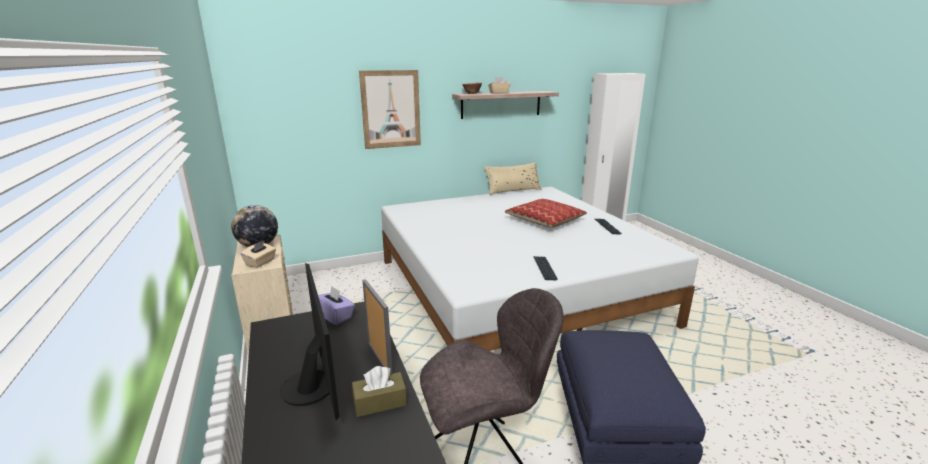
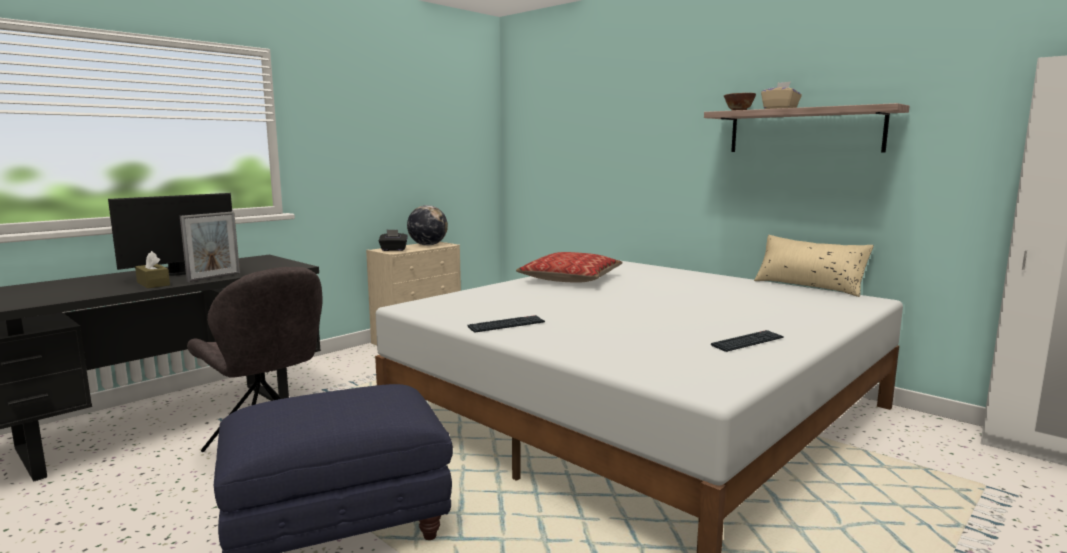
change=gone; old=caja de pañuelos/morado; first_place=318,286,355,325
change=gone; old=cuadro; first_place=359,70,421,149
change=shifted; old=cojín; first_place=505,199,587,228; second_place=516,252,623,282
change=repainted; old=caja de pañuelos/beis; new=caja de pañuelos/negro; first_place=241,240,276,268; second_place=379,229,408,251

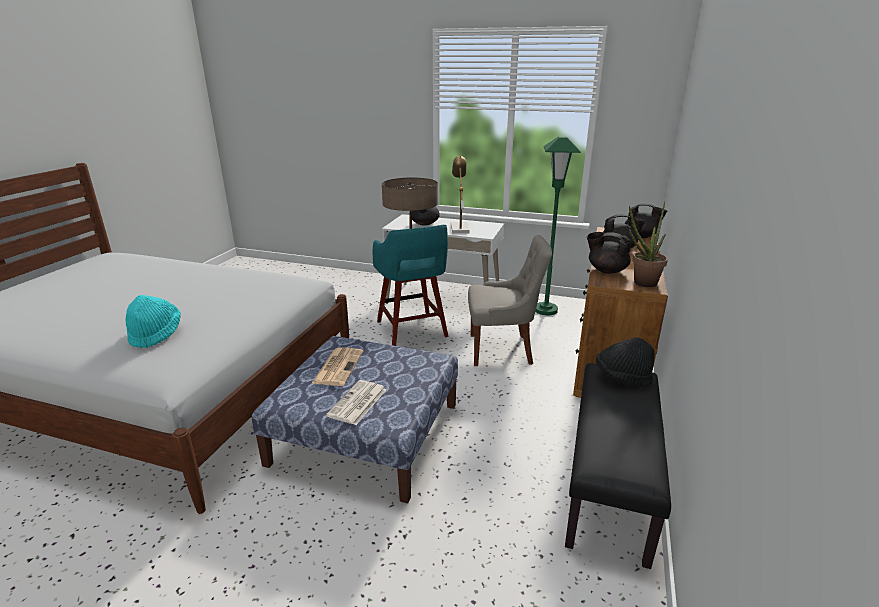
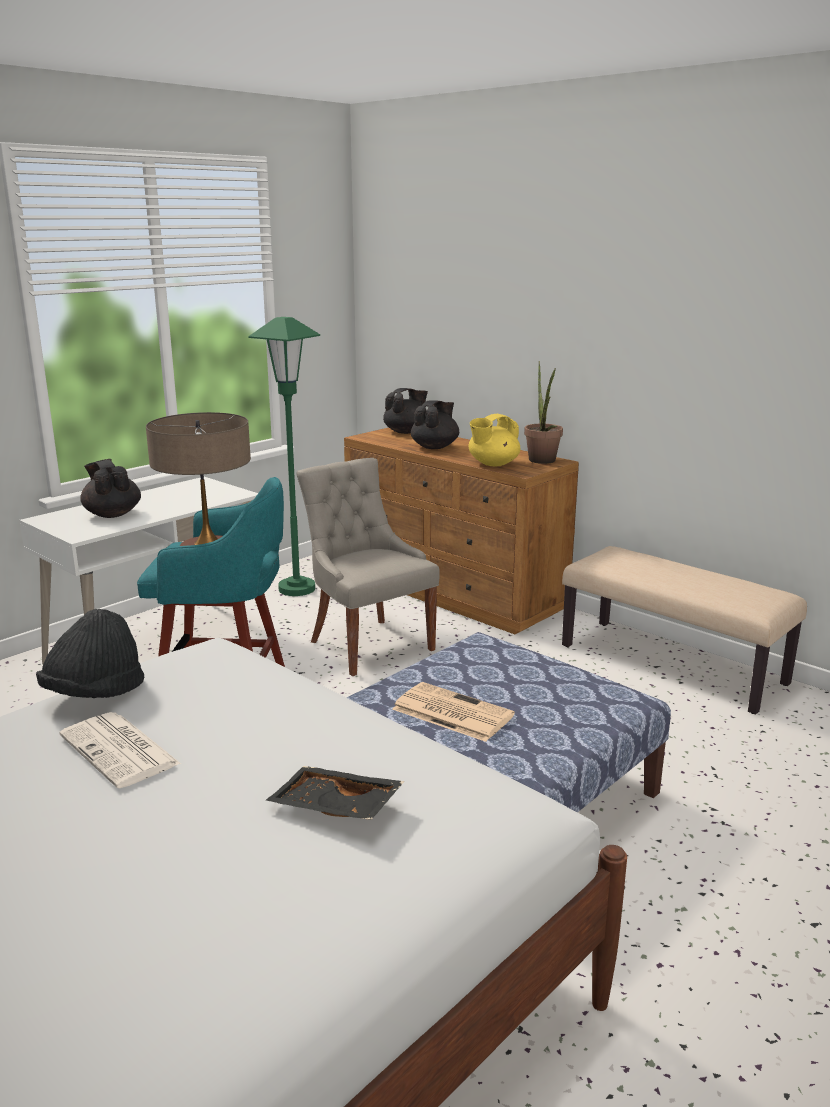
change=gone; old=lámpara de mesa; first_place=451,155,470,234
change=shifted; old=periódico; first_place=326,380,387,425; second_place=59,712,181,789
change=shifted; old=sombrero/negro; first_place=596,337,654,387; second_place=36,609,144,698
change=swapped; old=sombrero/turquesa; new=bandeja/negro; first_place=126,295,181,348; second_place=266,766,405,820
change=repainted; old=banco/negro; new=banco/beis; first_place=565,363,671,569; second_place=562,546,807,714
change=repainted; old=tetera/negro; new=tetera/amarillo; first_place=587,232,631,274; second_place=469,414,520,466
change=rotated; old=silla/gris; first_place=468,235,552,366; second_place=296,458,440,676; degrees=-60

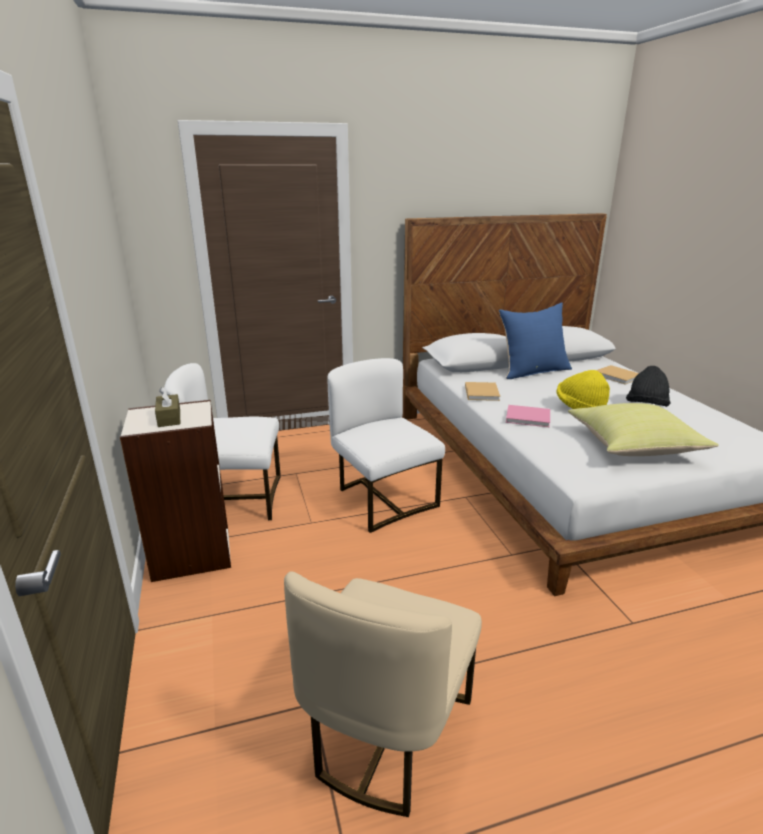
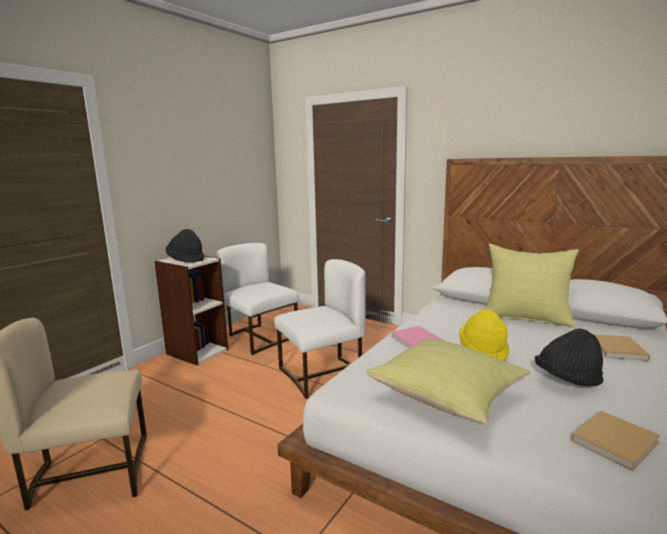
change=shifted; old=libro/beis; first_place=465,382,500,401; second_place=571,411,661,471
change=swapped; old=caja de pañuelos/marrón; new=sombrero/negro; first_place=155,387,180,427; second_place=166,229,205,263
change=repainted; old=cojín/azul; new=cojín/amarillo; first_place=499,302,572,379; second_place=483,244,579,328
change=rotated; old=silla/blanco; first_place=327,358,445,533; second_place=274,259,366,399; degrees=45

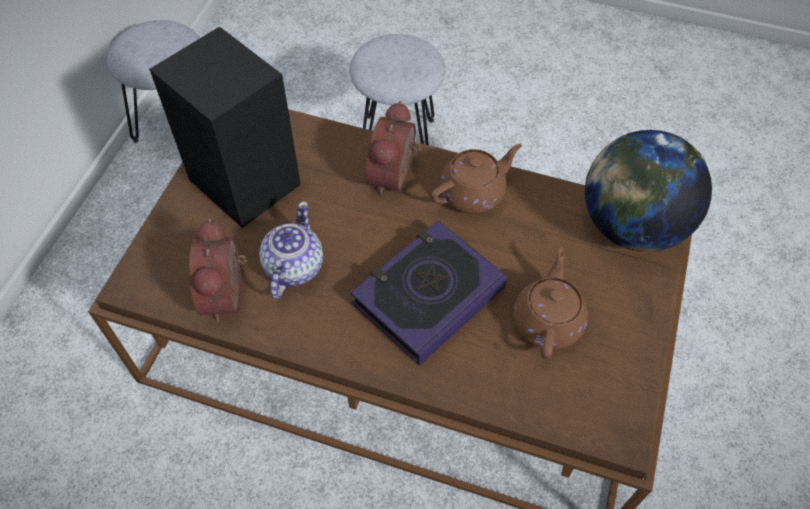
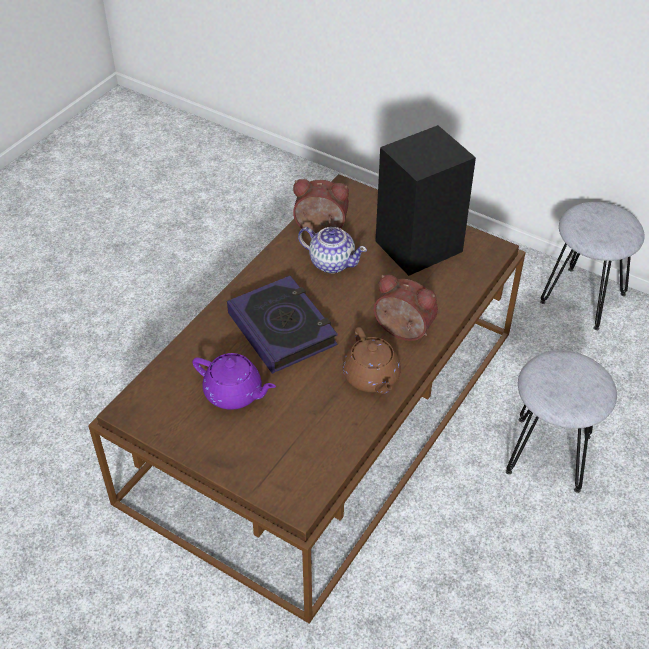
change=gone; old=globo terráqueo; first_place=585,130,712,252
change=repainted; old=tetera/marrón; new=tetera/morado; first_place=513,247,588,359; second_place=192,353,276,410

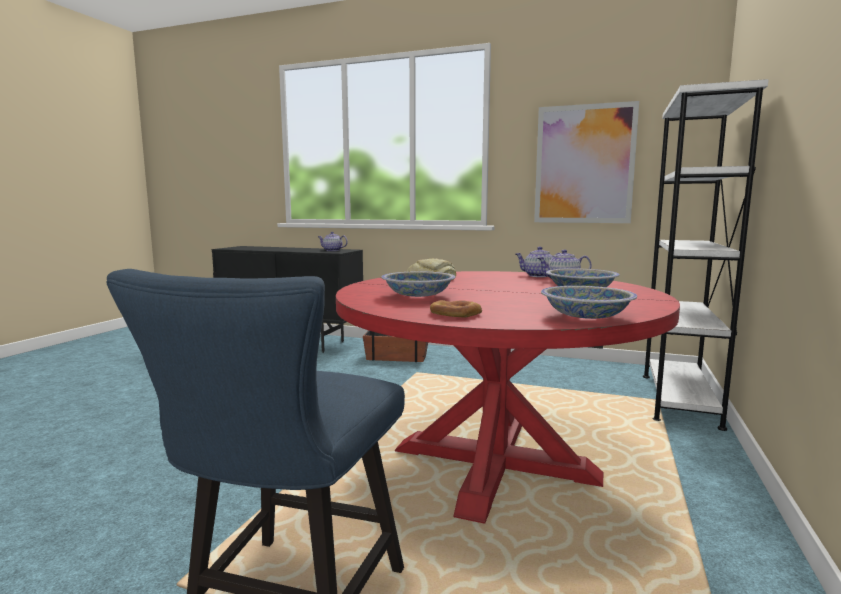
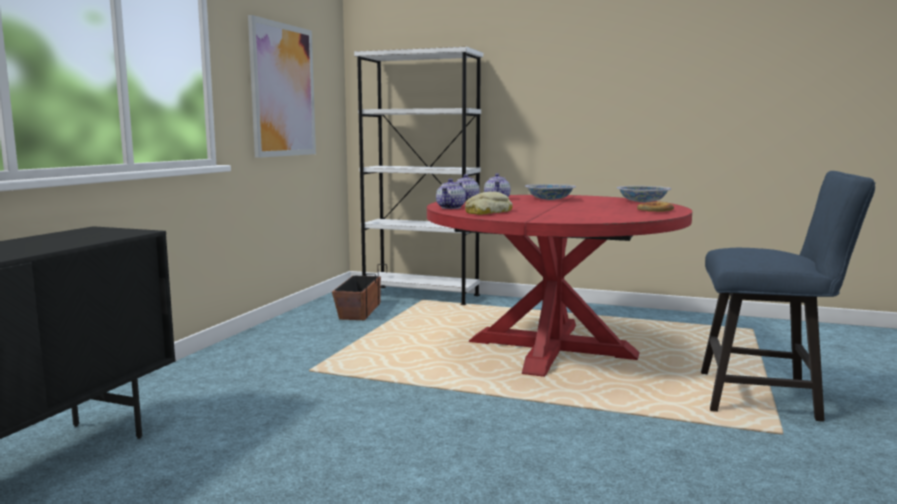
change=gone; old=cuenco; first_place=381,271,455,297
change=shifted; old=tetera; first_place=318,232,348,251; second_place=436,179,466,209
change=shifted; old=maceta; first_place=363,330,428,362; second_place=332,264,387,320

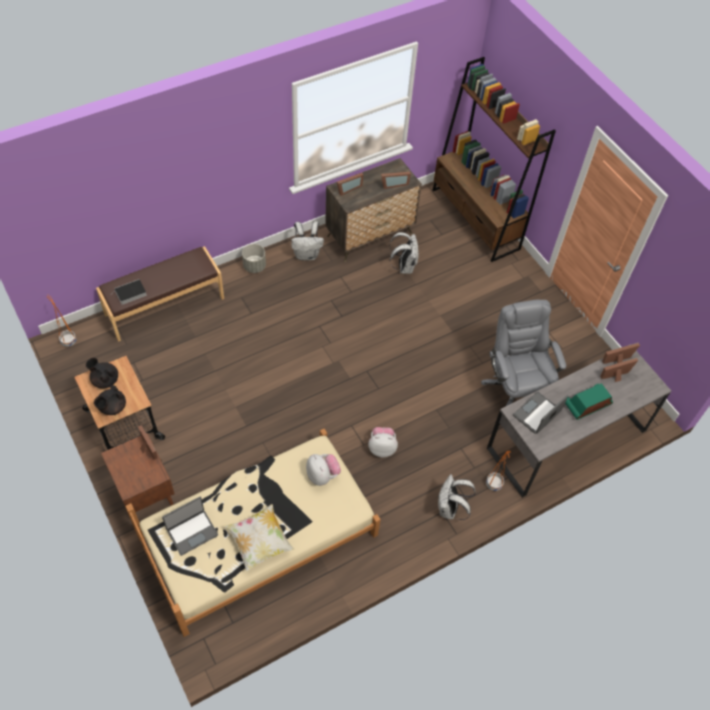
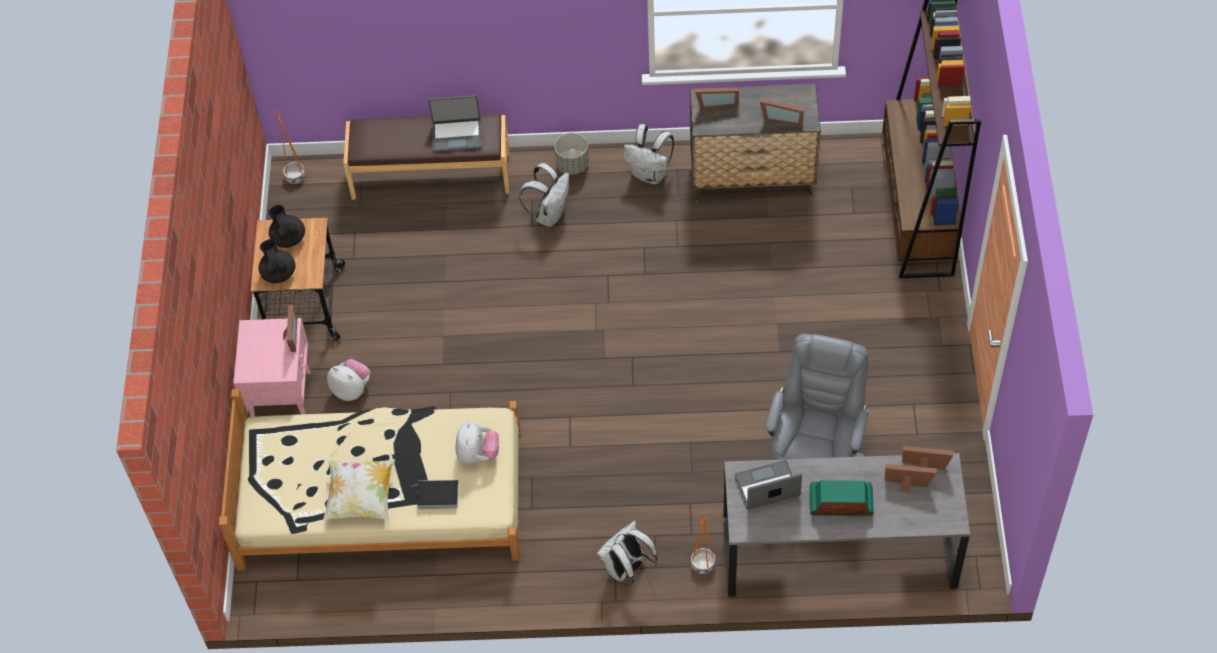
change=shifted; old=libro; first_place=111,279,147,305; second_place=411,480,459,509
change=shifted; old=portátil; first_place=162,497,218,556; second_place=429,95,482,152
change=shifted; old=peluche; first_place=368,427,398,458; second_place=327,359,371,401
change=shifted; old=mochila/blanco; first_place=389,232,419,274; second_place=519,163,569,227
change=repainted; old=mesita de noche/marrón; new=mesita de noche/rosa; first_place=101,433,174,515; second_place=233,318,311,417
change=rotated; old=tetera/negro; first_place=94,385,126,415; second_place=259,239,295,283; degrees=90

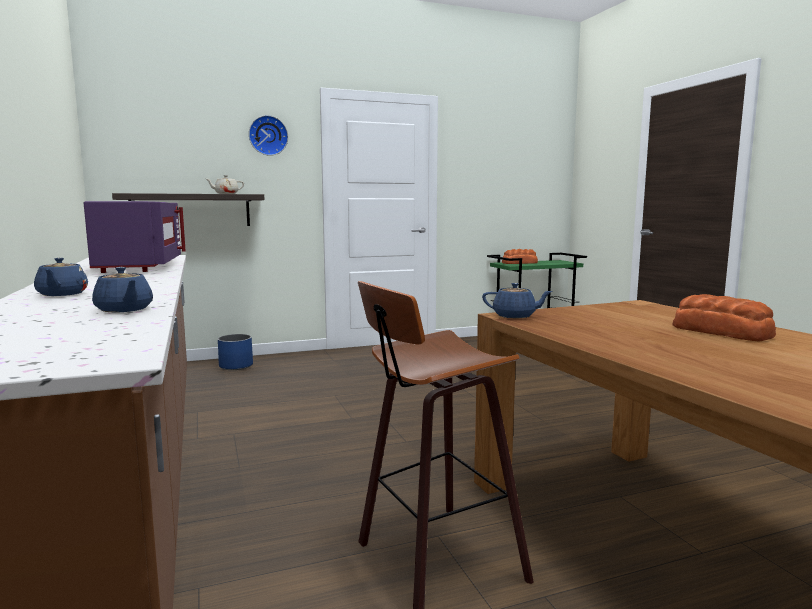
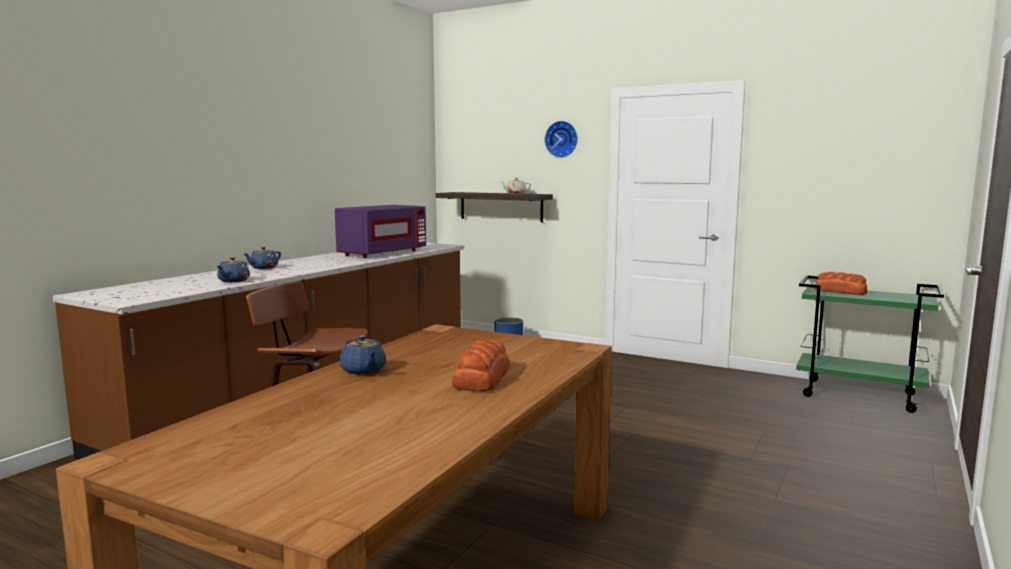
change=shifted; old=tetera/azul; first_place=482,283,553,318; second_place=339,335,386,375

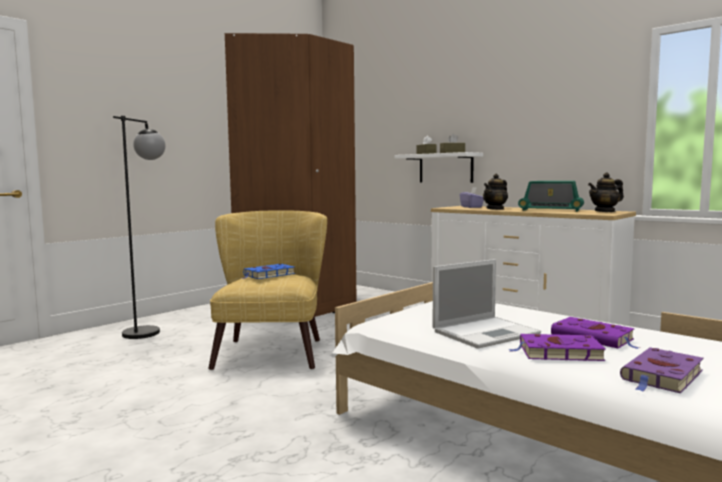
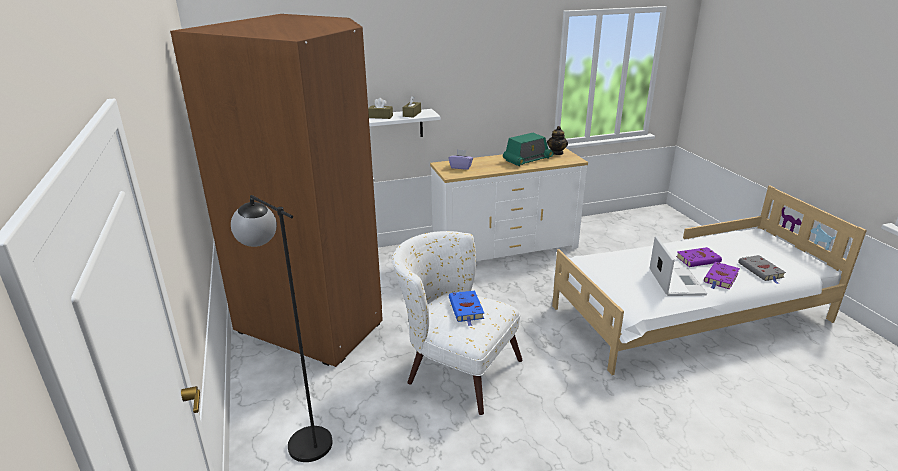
change=gone; old=tetera; first_place=483,174,508,210
change=repainted; old=sillón/amarillo; new=sillón/blanco; first_place=208,210,327,370; second_place=392,231,522,415
change=repainted; old=libro/morado; new=libro/gris; first_place=620,347,704,394; second_place=738,255,786,284

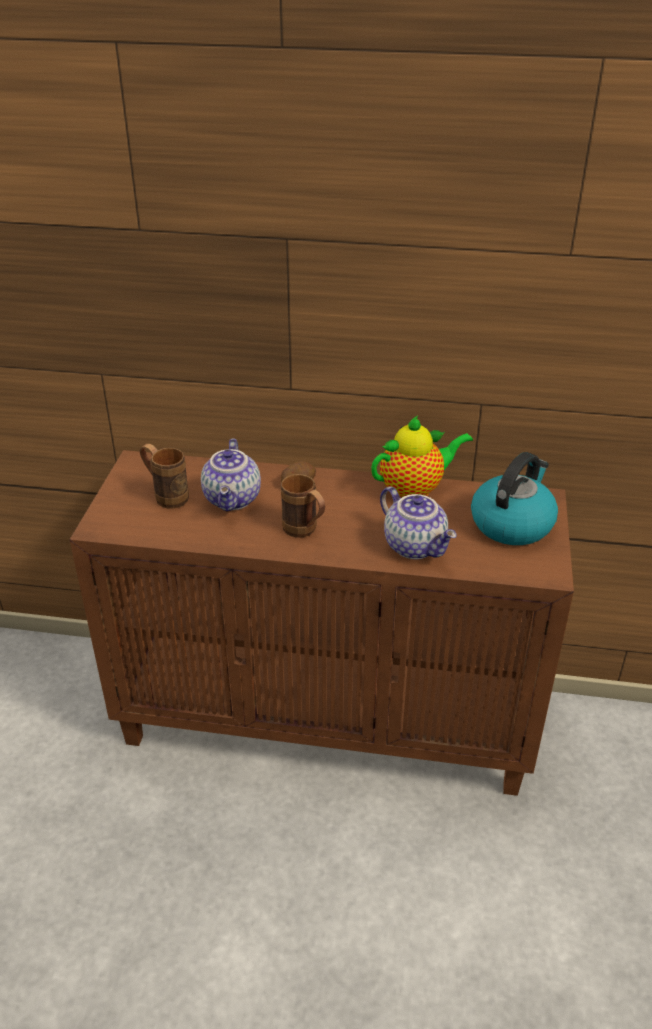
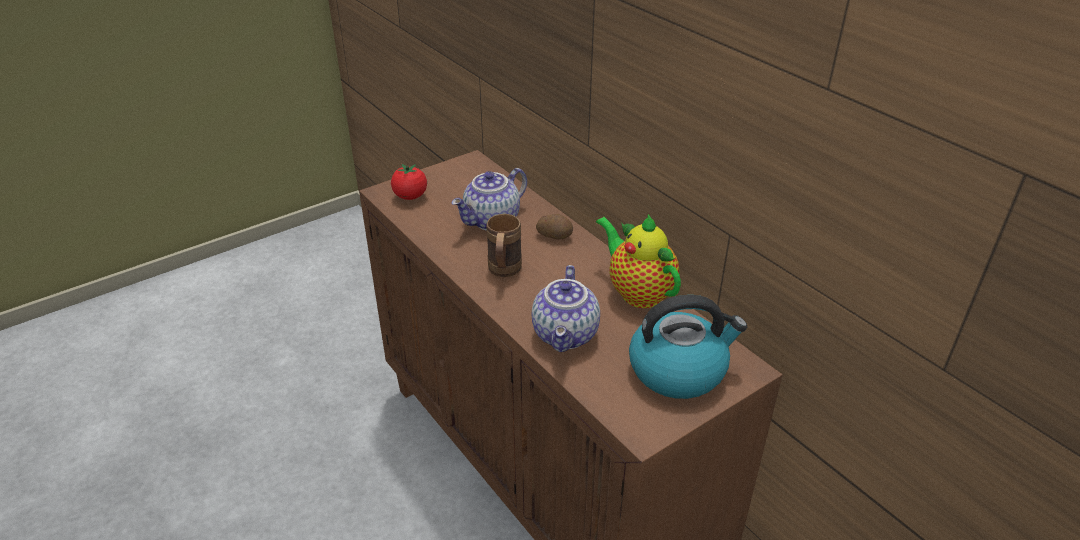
change=gone; old=taza grande/marrón; first_place=140,444,189,509
change=new; new=tomate; second_place=391,164,427,200
change=rotated; old=tetera; first_place=371,416,473,498; second_place=596,214,681,308; degrees=-150

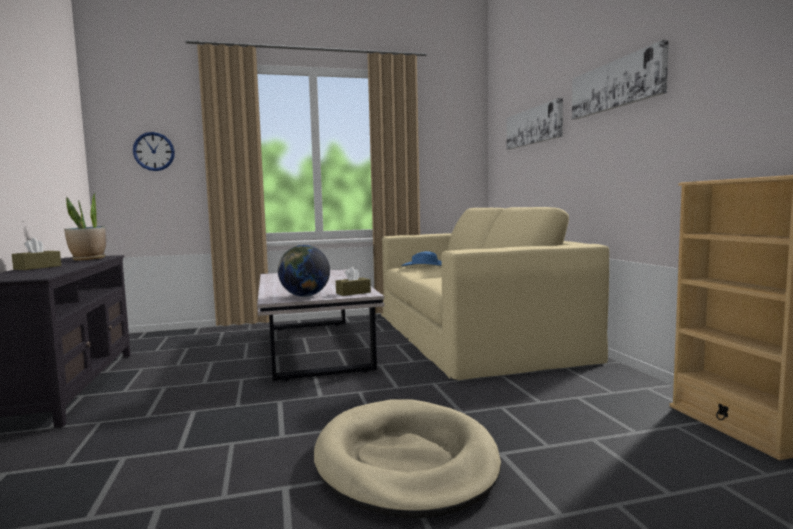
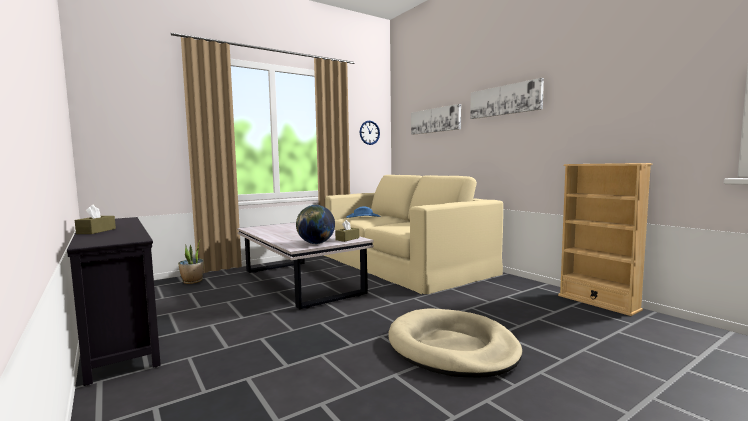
change=shifted; old=planta en maceta; first_place=64,192,106,261; second_place=178,239,204,284
change=shifted; old=reloj de pared; first_place=133,132,175,171; second_place=360,121,380,145

